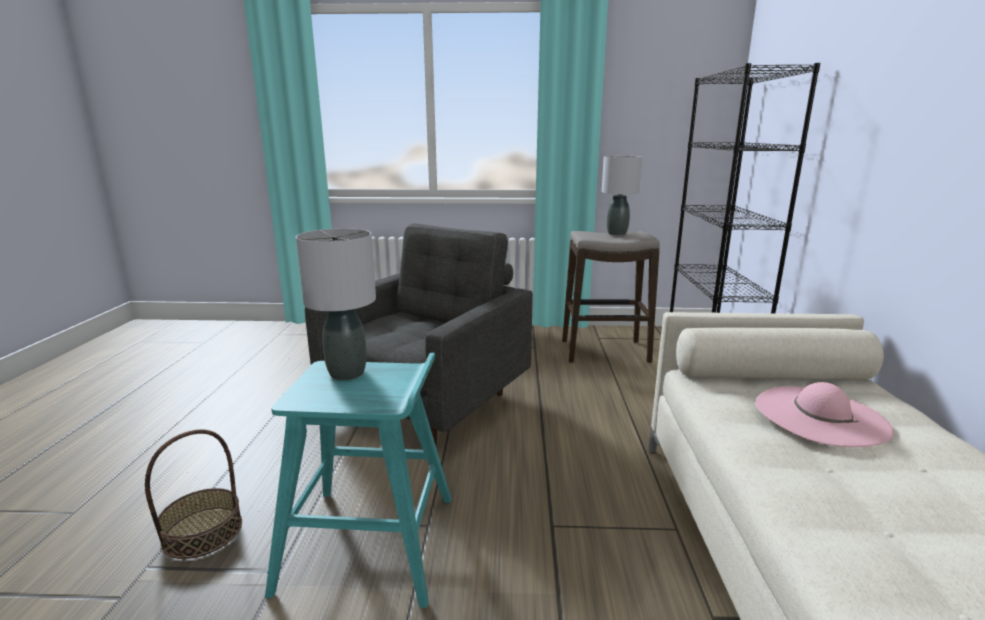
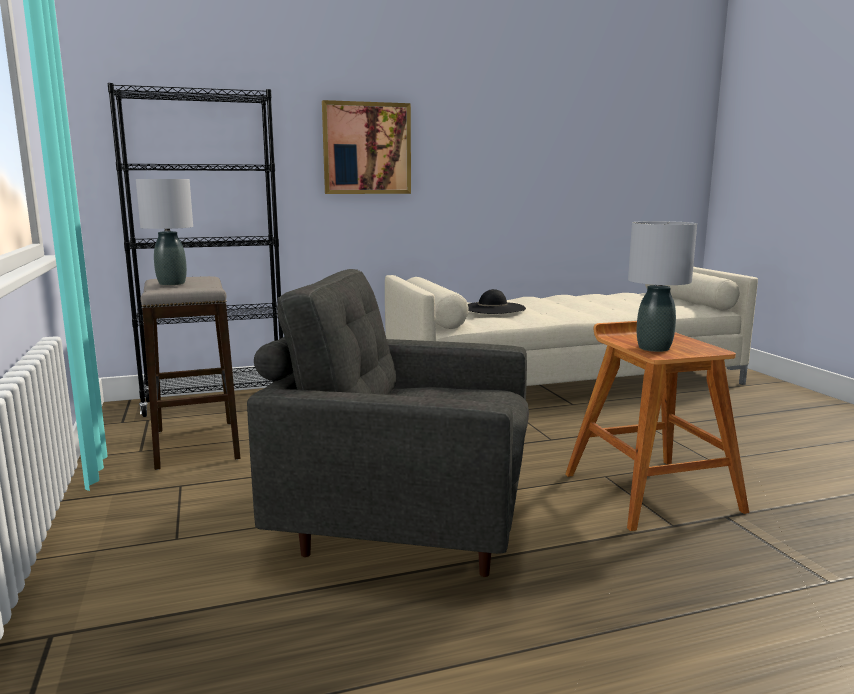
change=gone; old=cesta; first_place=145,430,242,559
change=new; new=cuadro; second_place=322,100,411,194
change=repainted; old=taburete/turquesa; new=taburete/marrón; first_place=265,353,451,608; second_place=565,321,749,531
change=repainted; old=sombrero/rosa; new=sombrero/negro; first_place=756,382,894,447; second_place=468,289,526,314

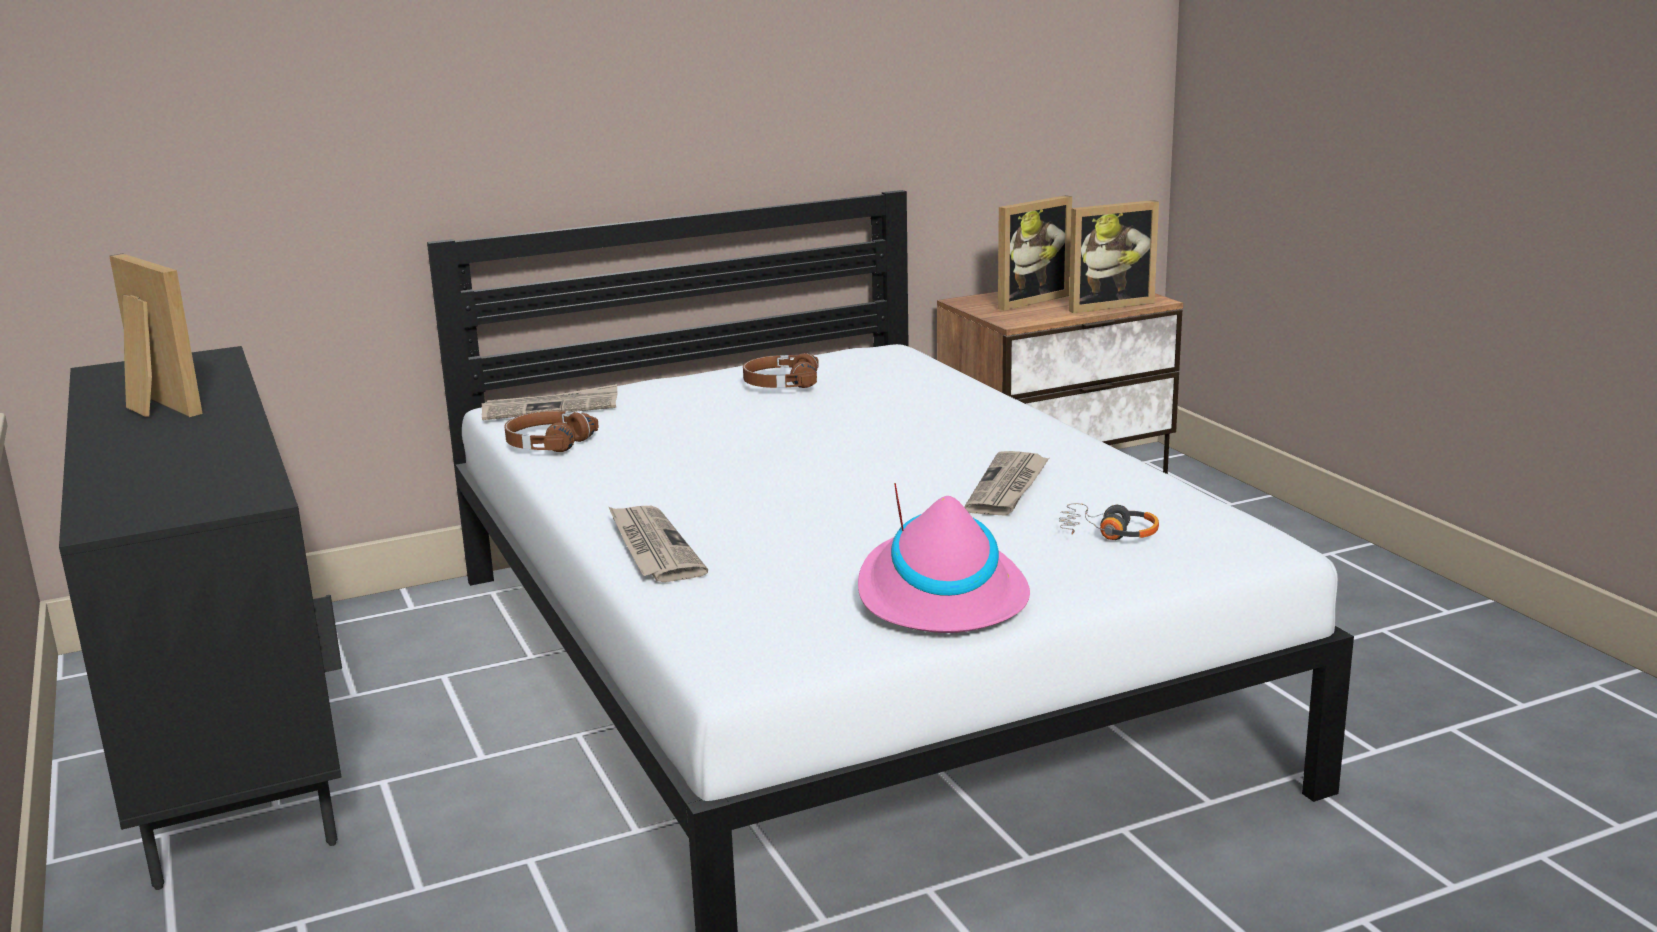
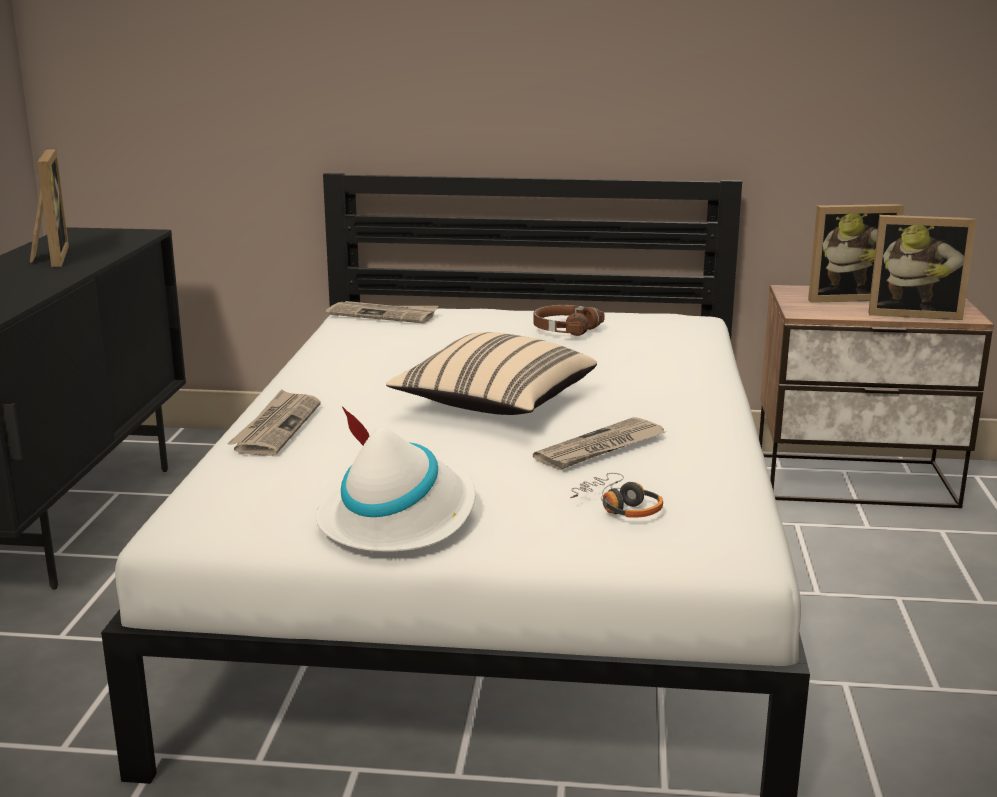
change=gone; old=auriculares/marrón; first_place=504,411,599,452
change=new; new=cojín/beis; second_place=386,332,597,415
change=repainted; old=sombrero/rosa; new=sombrero/blanco; first_place=858,483,1030,633; second_place=316,406,475,552

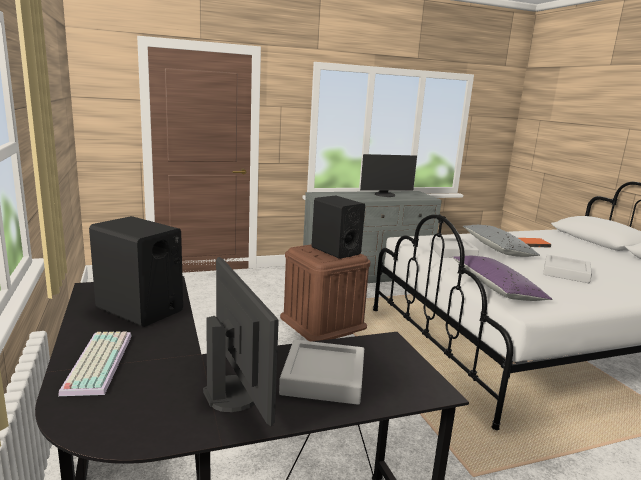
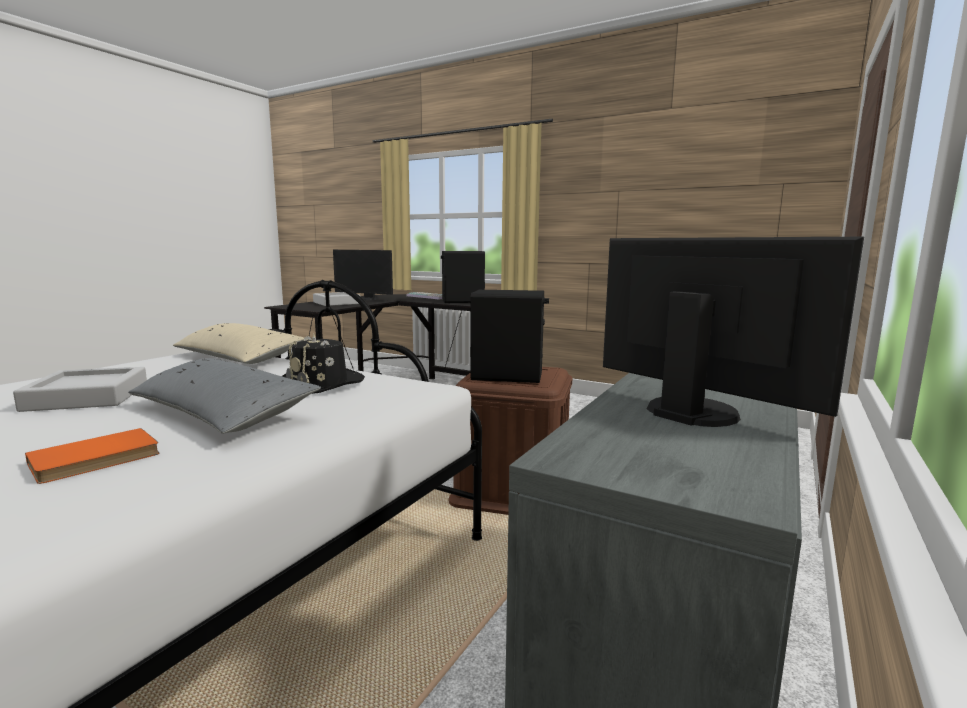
change=swapped; old=bandeja/gris; new=sombrero/negro; first_place=430,237,479,258; second_place=282,334,365,394
change=repainted; old=cojín/morado; new=cojín/beis; first_place=452,256,552,301; second_place=173,323,304,364
change=rotated; old=monitor; first_place=360,154,417,197; second_place=603,237,864,427; degrees=105

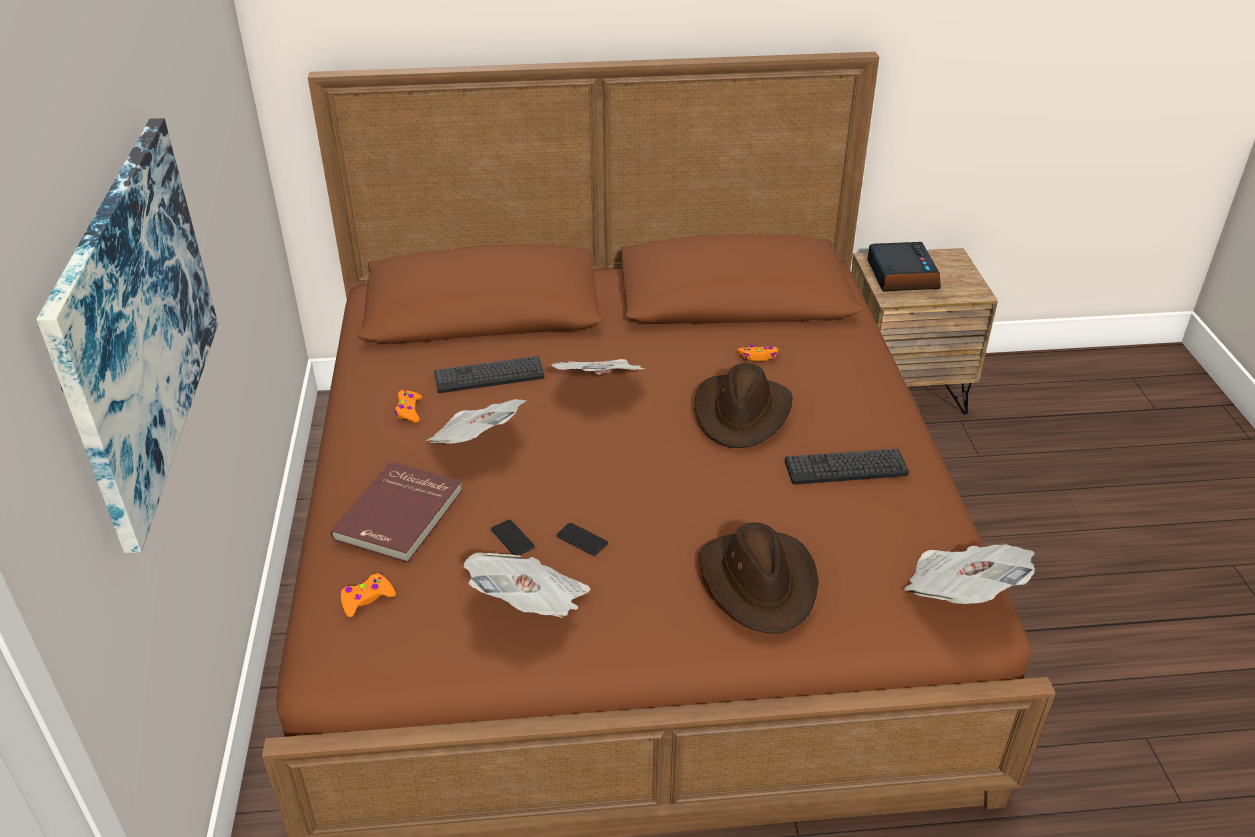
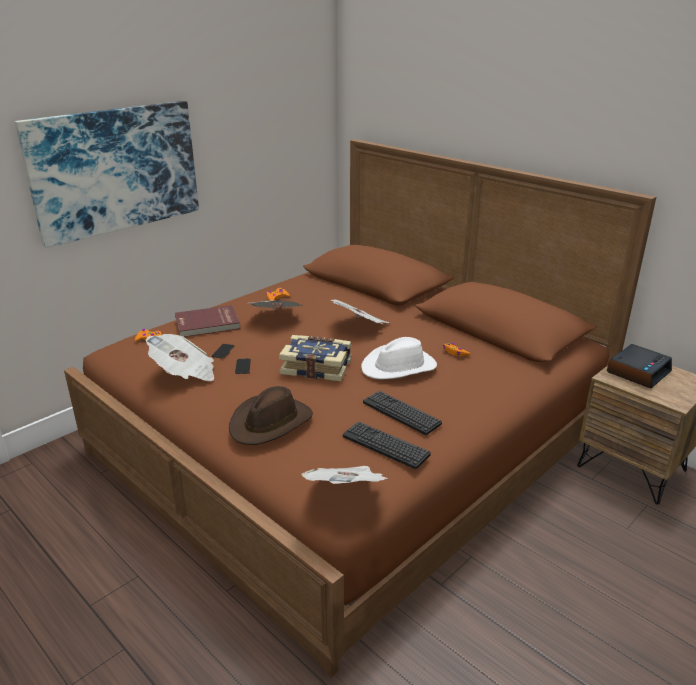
change=new; new=libro; second_place=279,335,352,382
change=shifted; old=teclado; first_place=434,356,544,393; second_place=343,421,431,469
change=repainted; old=sombrero/marrón; new=sombrero/blanco; first_place=694,363,793,448; second_place=361,337,437,379

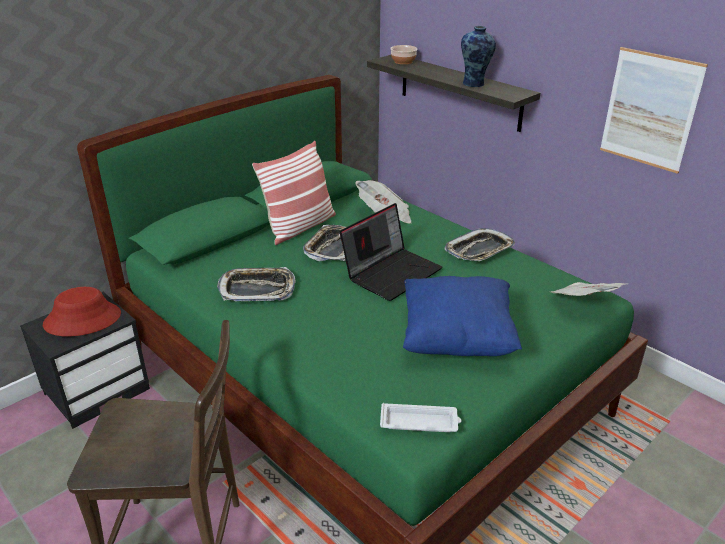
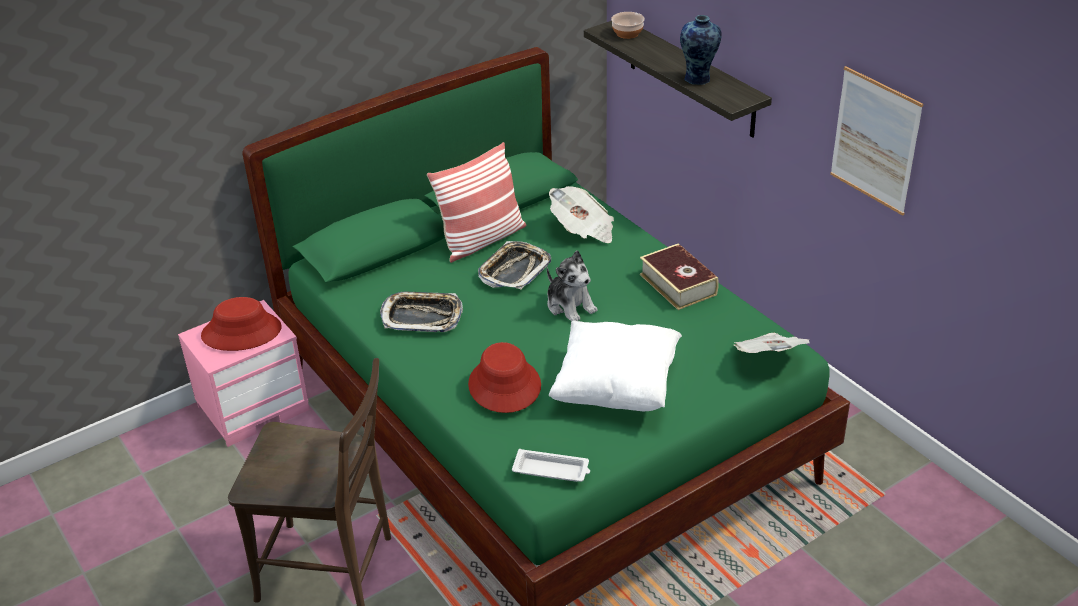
change=new; new=sombrero/rojo; second_place=468,342,541,413
change=swapped; old=portátil; new=peluche; first_place=340,203,442,301; second_place=547,250,598,322
change=swapped; old=bandeja; new=libro; first_place=444,228,515,261; second_place=640,243,719,310
change=repainted; old=mesita de noche/negro; new=mesita de noche/rosa; first_place=20,292,150,429; second_place=178,300,309,447
change=repainted; old=cojín/azul; new=cojín/blanco; first_place=403,276,522,356; second_place=549,320,682,411

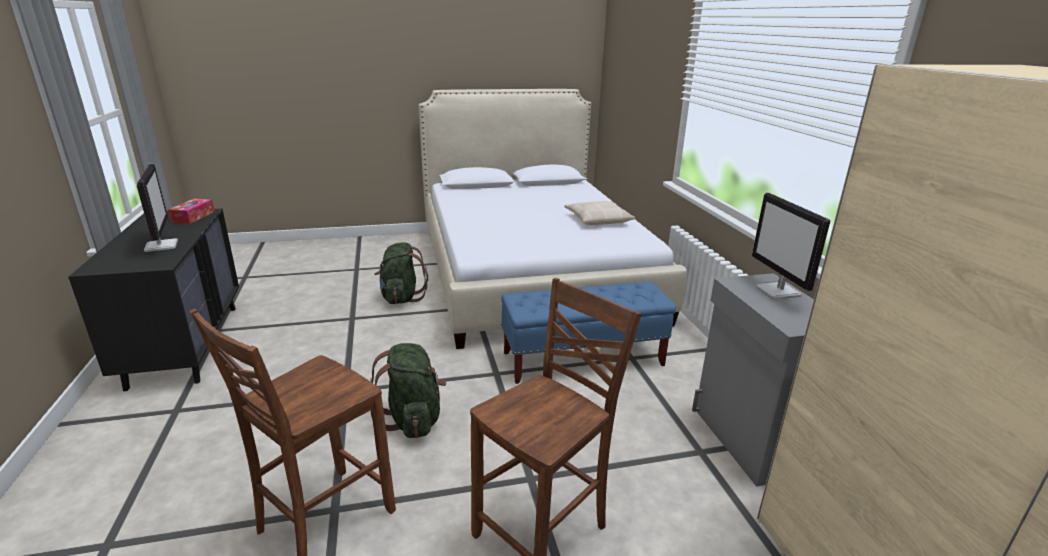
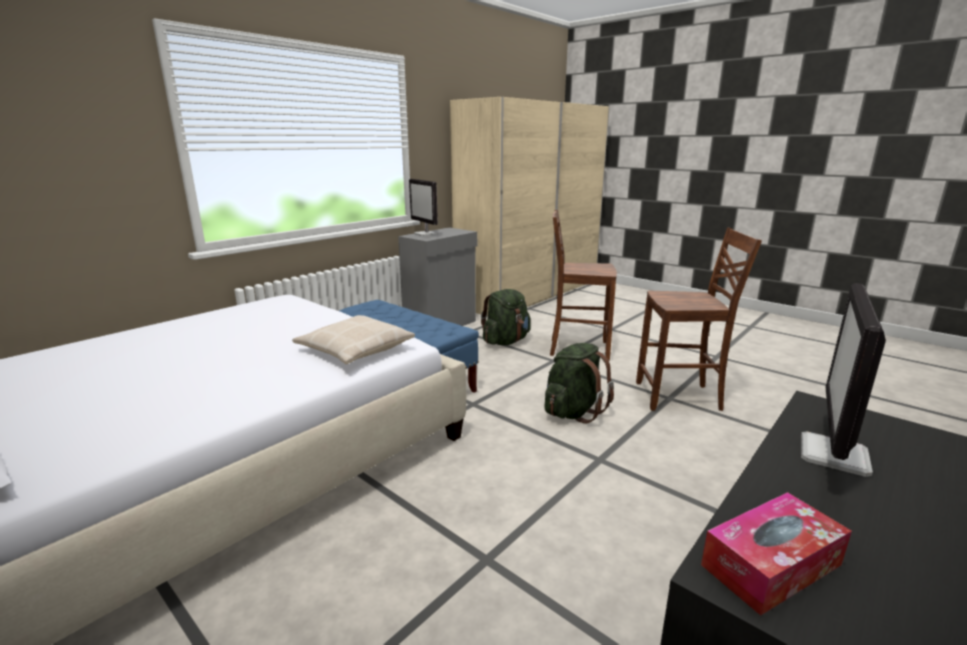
change=shifted; old=mochila/verde; first_place=374,242,428,304; second_place=481,289,531,345
change=shifted; old=cojín/beis; first_place=564,201,635,225; second_place=292,315,415,364
change=rotated; old=monitor; first_place=752,193,830,299; second_place=409,179,438,236; degrees=105

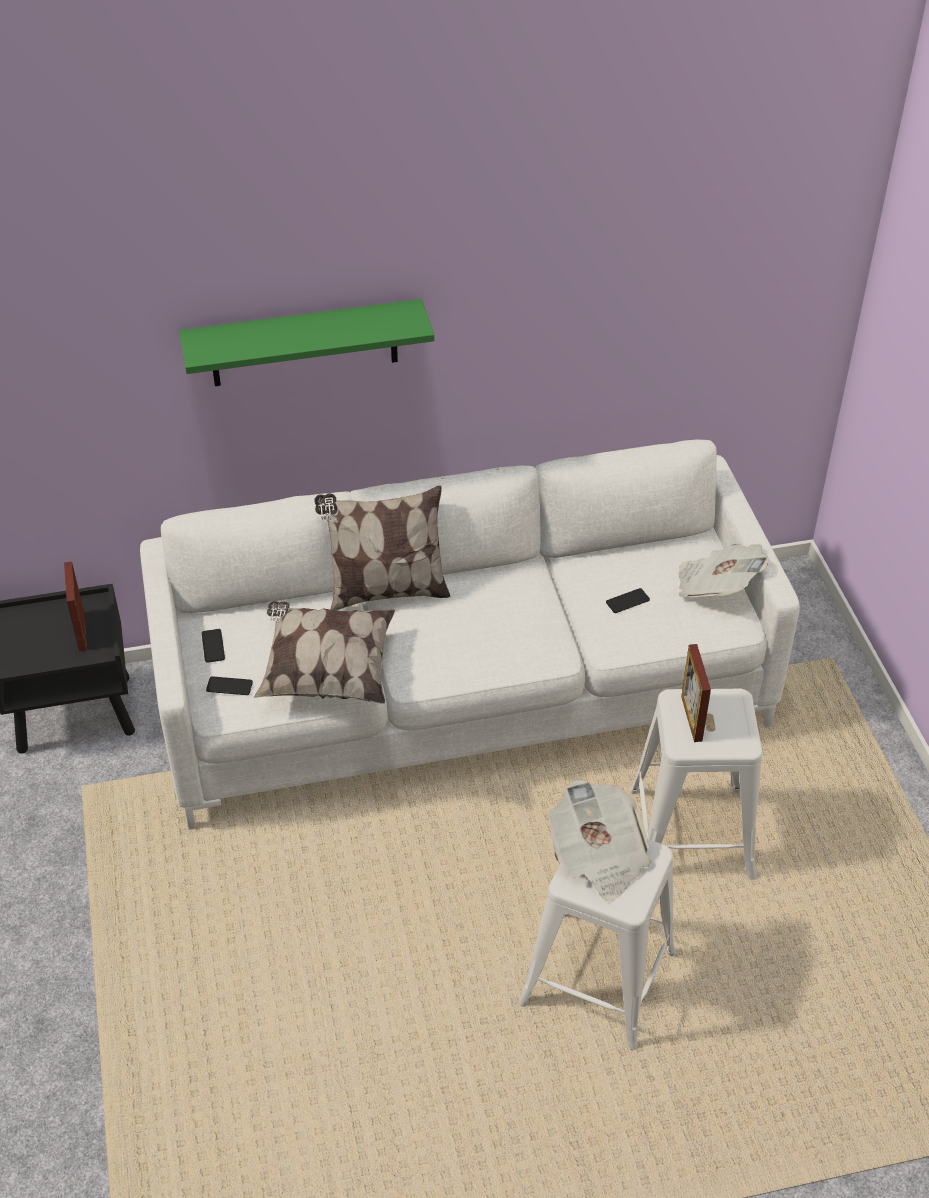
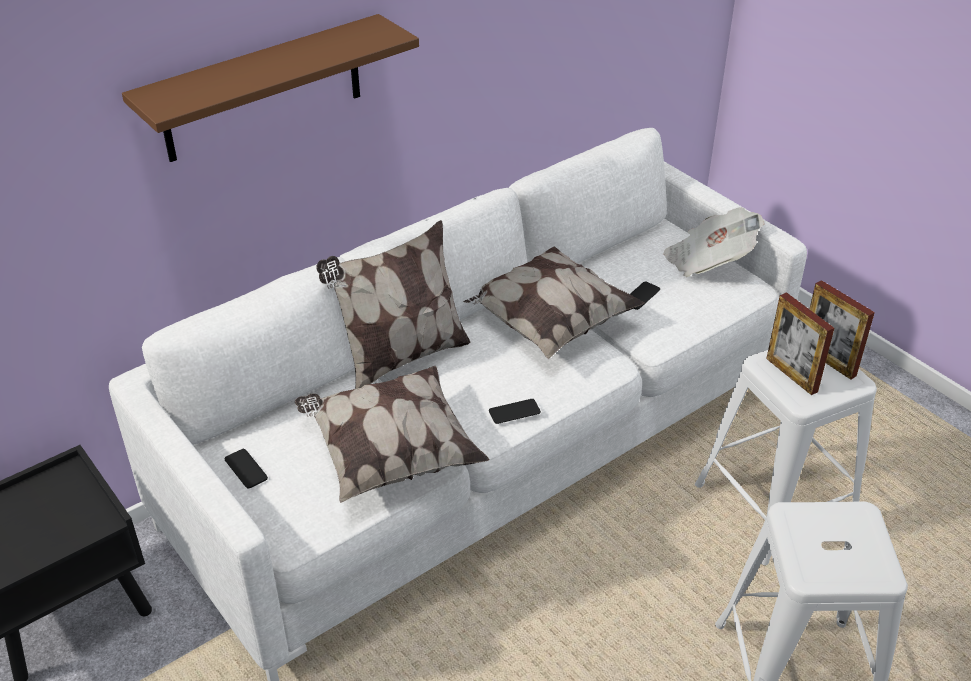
change=gone; old=periódico; first_place=549,779,651,902
change=new; new=cojín; second_place=463,246,644,359
change=shifted; old=portarretratos; first_place=64,561,87,651; second_place=810,280,875,380
change=shifted; old=móvil; first_place=206,676,253,695; second_place=489,399,541,424
change=repainted; old=estante/verde; new=estante/marrón; first_place=179,299,434,386; second_place=122,14,419,162

